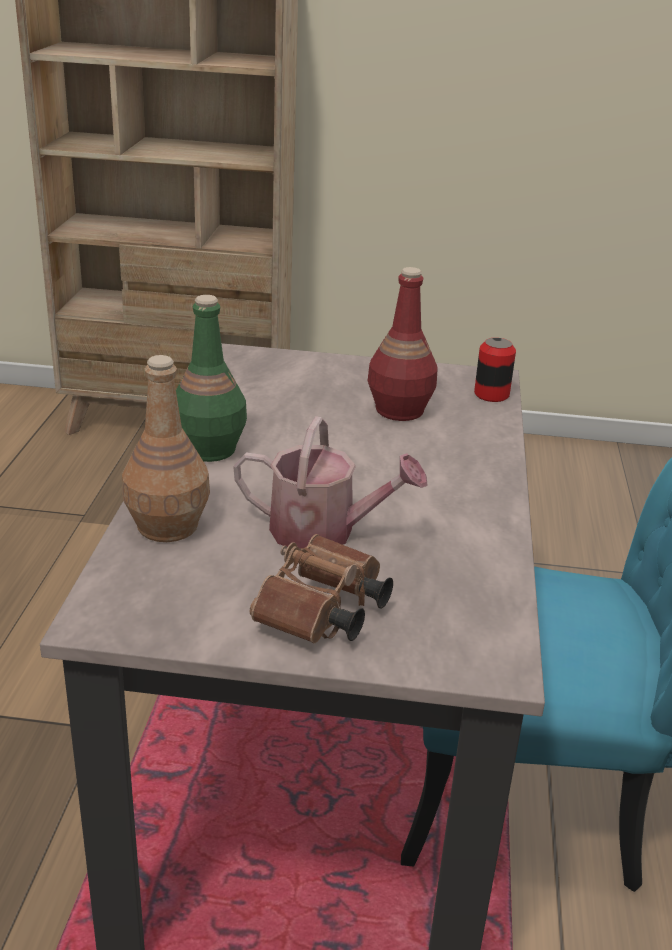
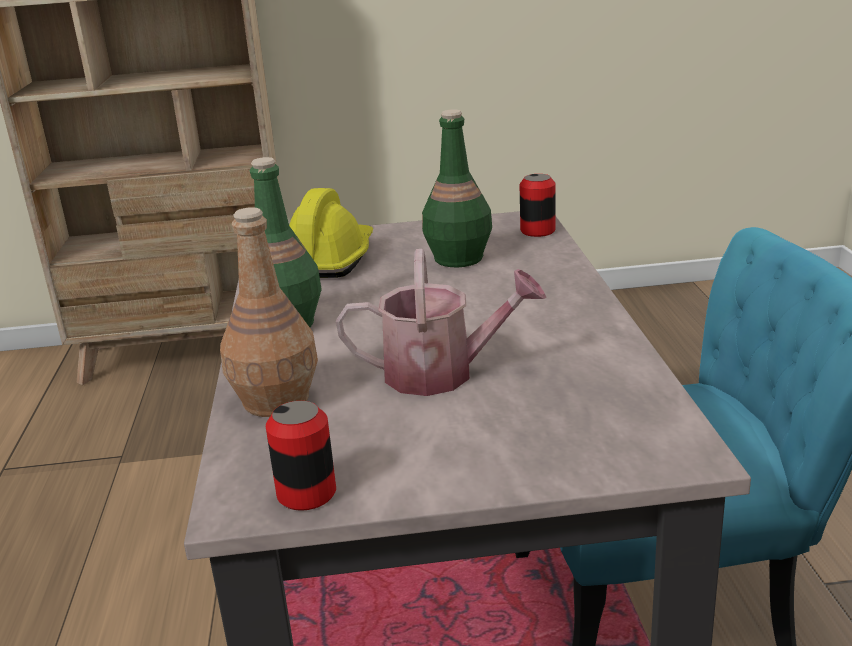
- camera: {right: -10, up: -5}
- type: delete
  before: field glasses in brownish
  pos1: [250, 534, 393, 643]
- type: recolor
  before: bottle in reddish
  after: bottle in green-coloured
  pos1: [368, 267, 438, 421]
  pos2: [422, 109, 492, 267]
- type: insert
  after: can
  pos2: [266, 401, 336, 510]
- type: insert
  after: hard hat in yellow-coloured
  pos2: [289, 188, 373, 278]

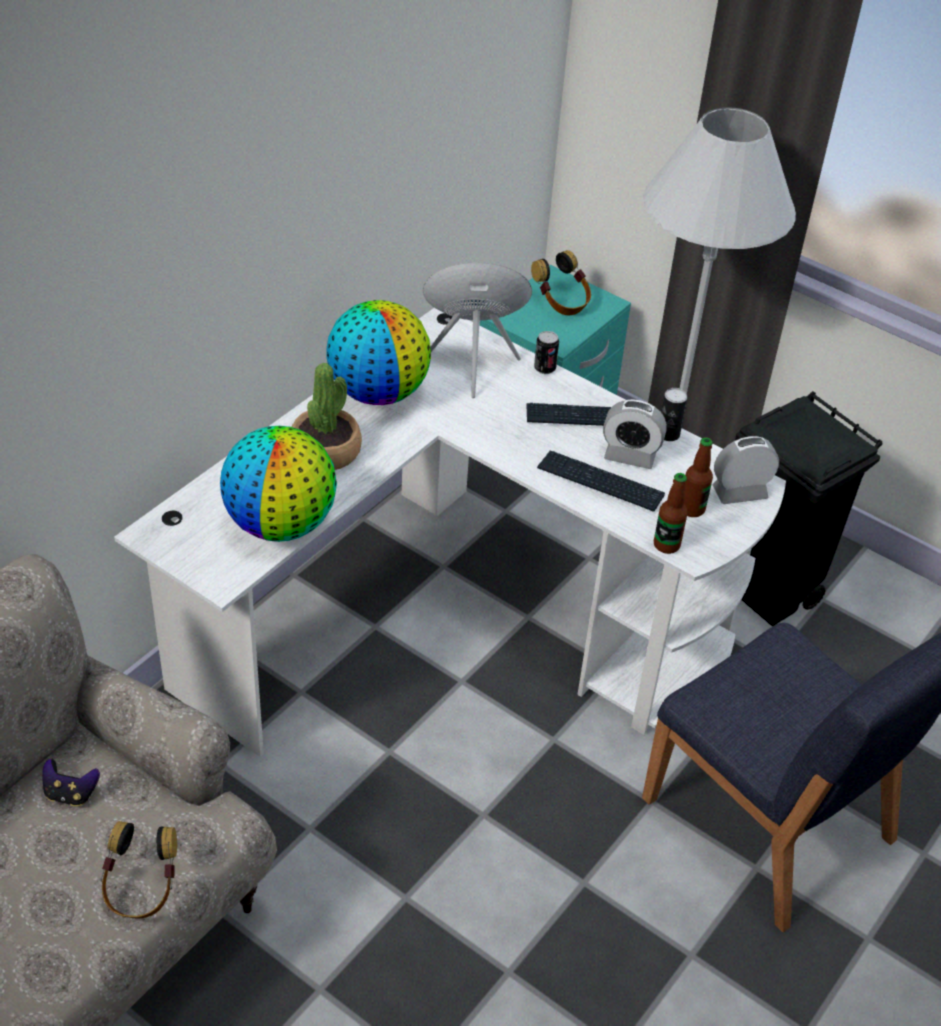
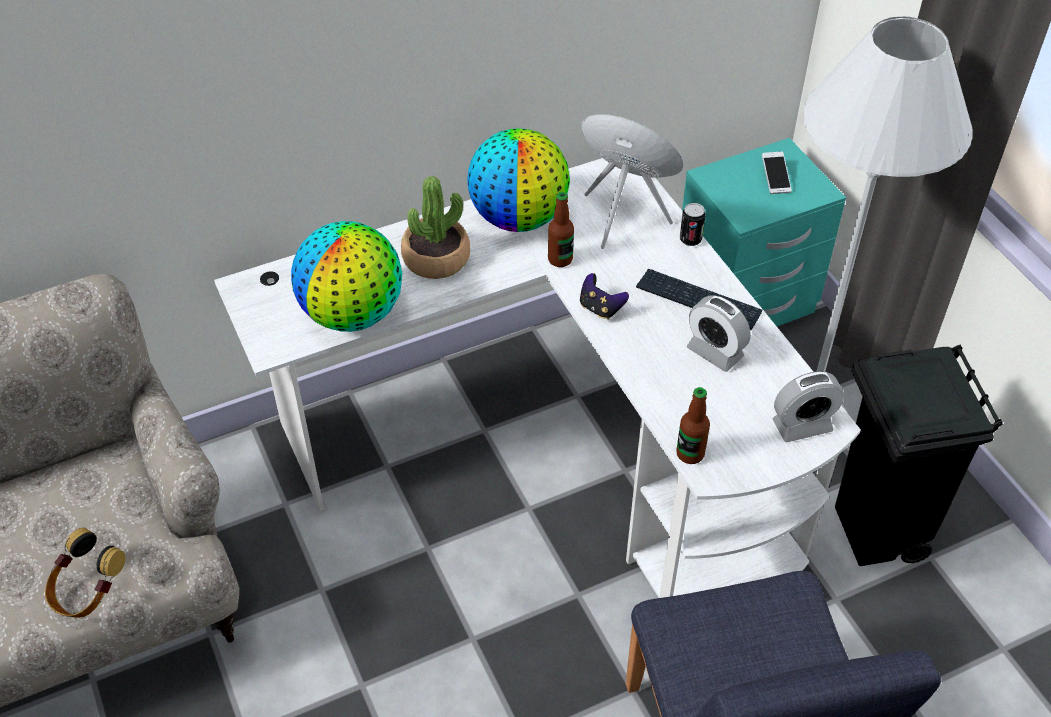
- camera: {right: 30, up: 5}
- type: move
  before: game controller
  pos1: [42, 759, 100, 806]
  pos2: [580, 273, 629, 319]
- type: replace
  before: headset
  after: phone
  pos1: [531, 250, 591, 315]
  pos2: [762, 151, 792, 194]
- type: delete
  before: computer keyboard
  pos1: [537, 451, 665, 512]
- type: delete
  before: can
  pos1: [661, 388, 688, 441]
- type: move
  before: bottle
  pos1: [684, 437, 713, 517]
  pos2: [548, 192, 574, 267]
- type: rotate
  before: table clock
  pos1: [712, 436, 779, 504]
  pos2: [773, 371, 844, 442]
  turn: 150

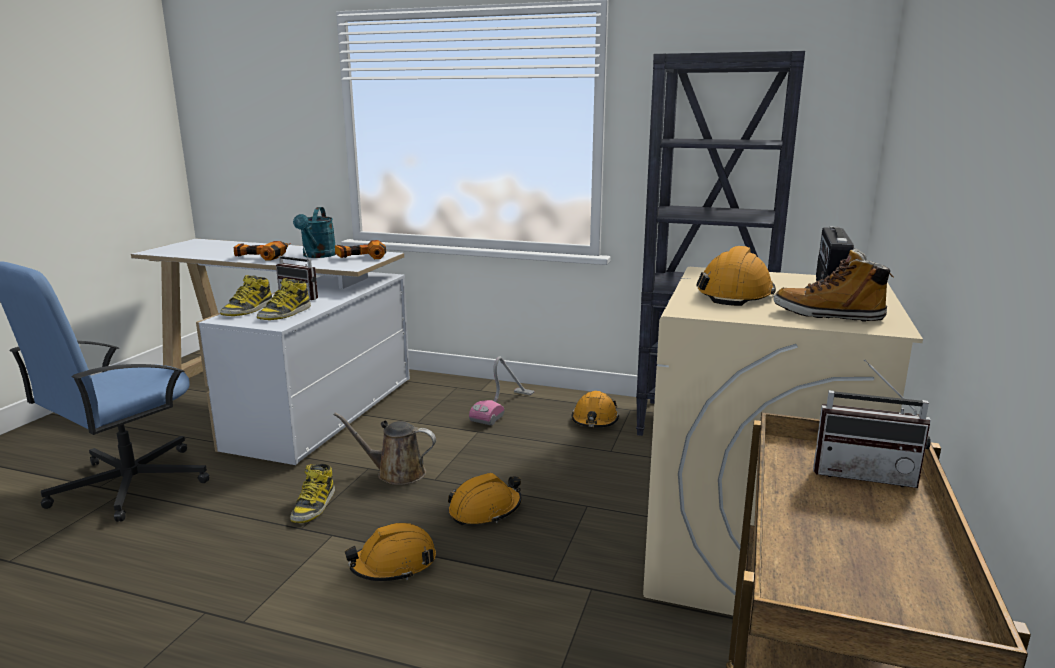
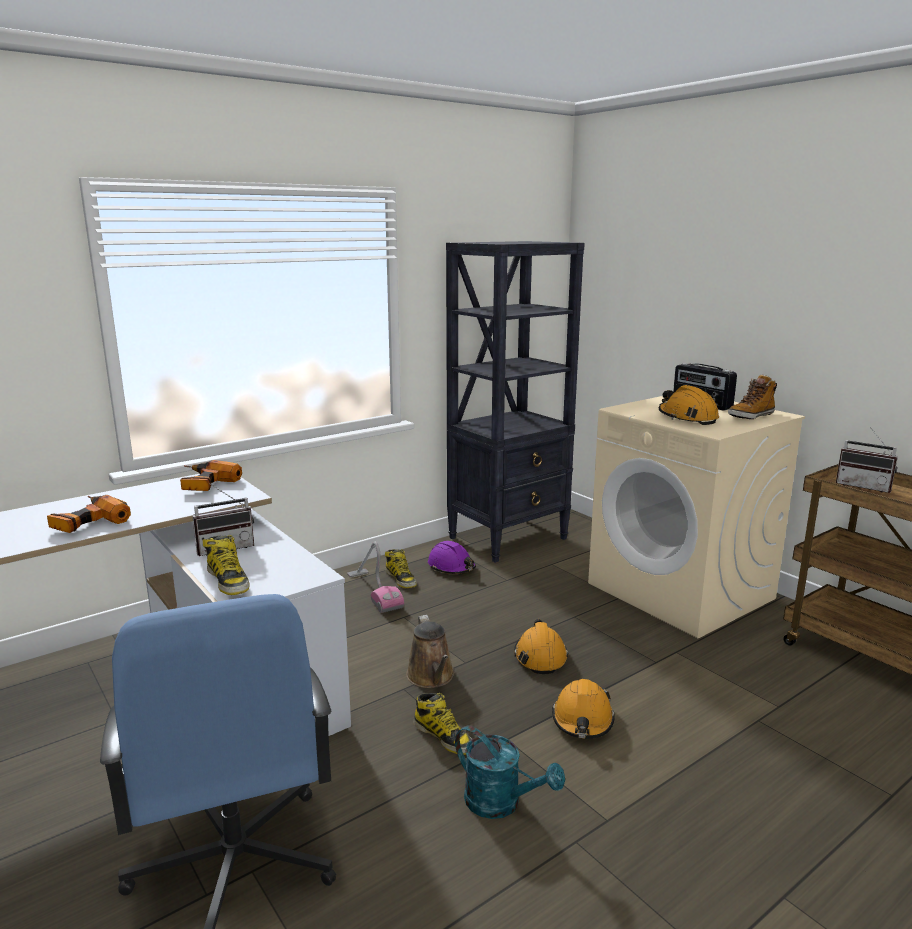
- camera: {right: -55, up: 0}
- type: move
  before: boot
  pos1: [257, 278, 311, 320]
  pos2: [385, 549, 417, 588]
- type: move
  before: sprinkling can in turquoise-coloured
  pos1: [293, 207, 336, 258]
  pos2: [455, 725, 565, 819]
- type: rotate
  before: sprinkling can in brownish
  pos1: [334, 413, 436, 485]
  pos2: [406, 615, 454, 688]
  turn: -60
- type: recolor
  before: hard hat in orangey
  after: hard hat in purple-coloured
  pos1: [572, 391, 619, 427]
  pos2: [428, 541, 476, 574]
- type: rotate
  before: radio set
  pos1: [813, 360, 931, 488]
  pos2: [836, 427, 898, 493]
  turn: 75

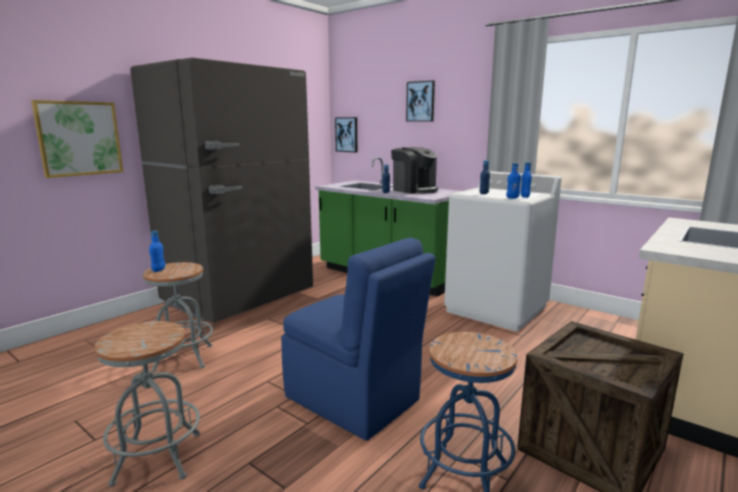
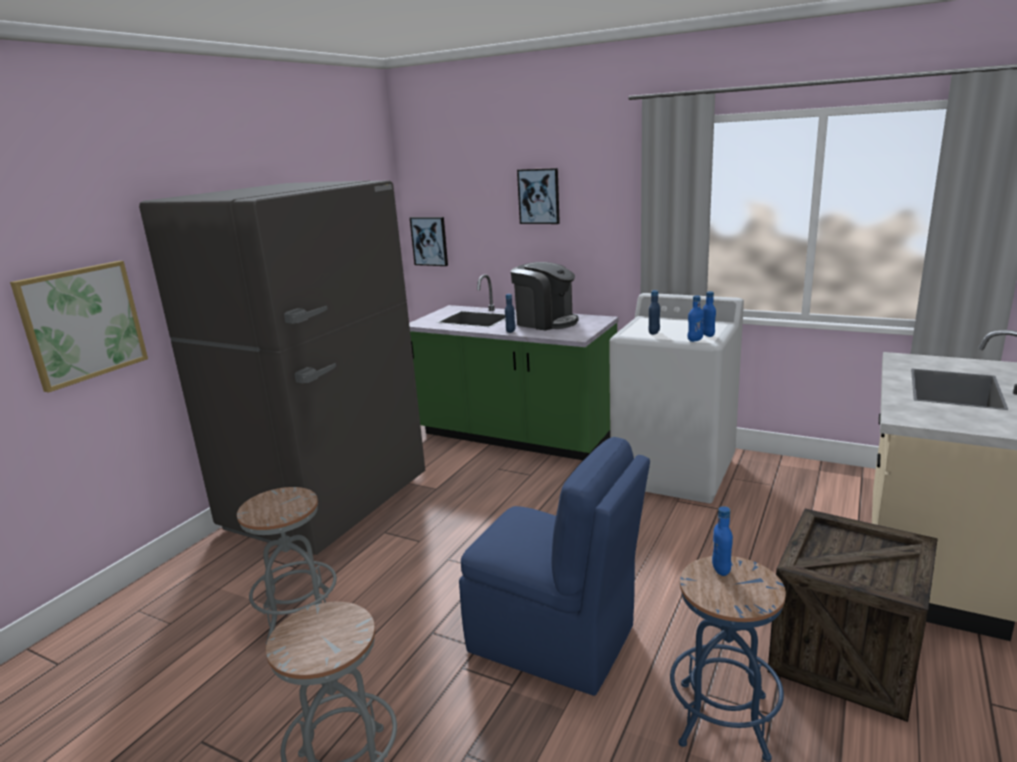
- camera: {right: -10, up: 5}
- type: move
  before: bottle in blue
  pos1: [149, 231, 165, 272]
  pos2: [712, 506, 733, 576]

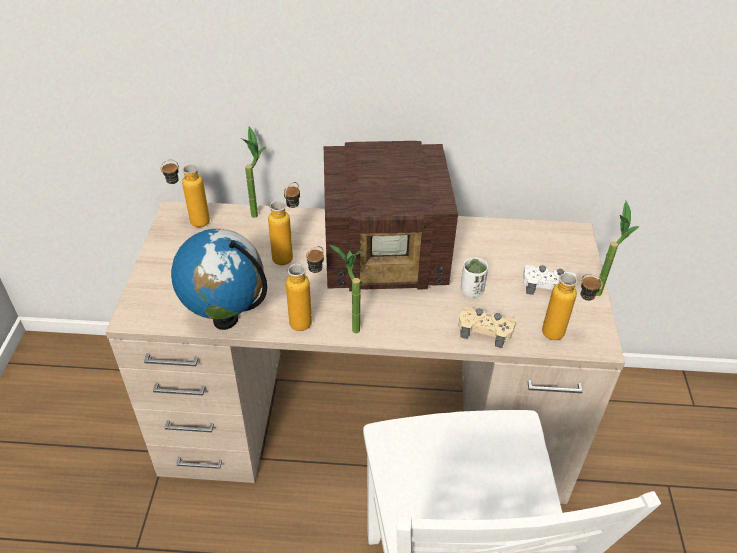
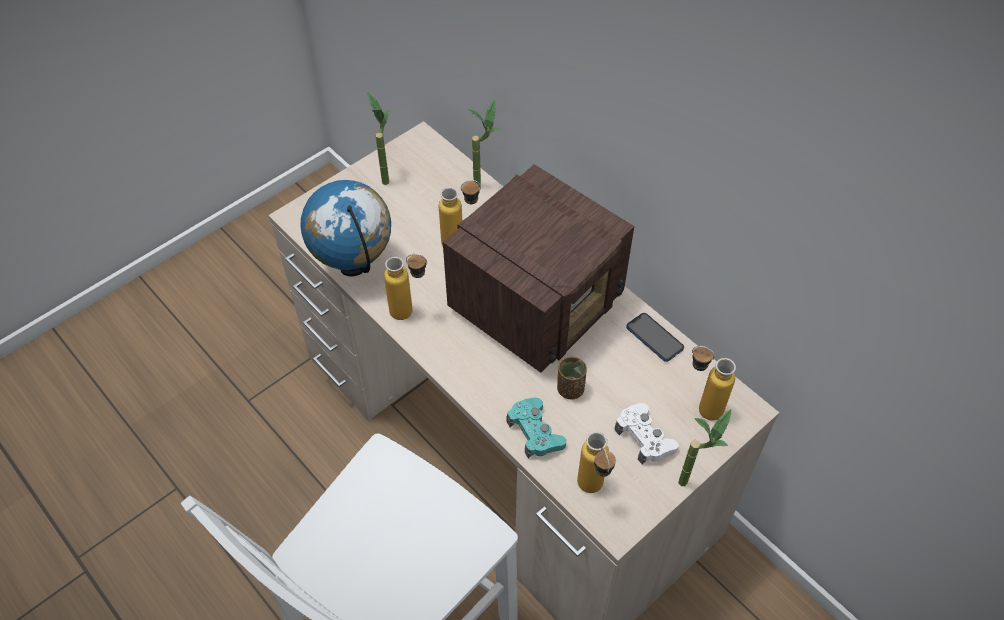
- camera: {right: 45, up: 10}
- type: move
  before: bottle
  pos1: [160, 159, 210, 227]
  pos2: [692, 346, 736, 420]
- type: rotate
  before: radio set
  pos1: [324, 141, 458, 292]
  pos2: [443, 164, 634, 373]
  turn: -90
- type: move
  before: houseplant
  pos1: [330, 245, 361, 334]
  pos2: [367, 92, 391, 185]
- type: recolor
  before: game controller in sand-coloured
  after: game controller in turquoise-coloured
  pos1: [458, 306, 516, 348]
  pos2: [507, 398, 566, 458]
- type: recolor
  before: cup in white
  after: cup in brownish
  pos1: [461, 257, 488, 297]
  pos2: [557, 357, 587, 399]
- type: insert
  after: phone
  pos2: [626, 313, 684, 362]

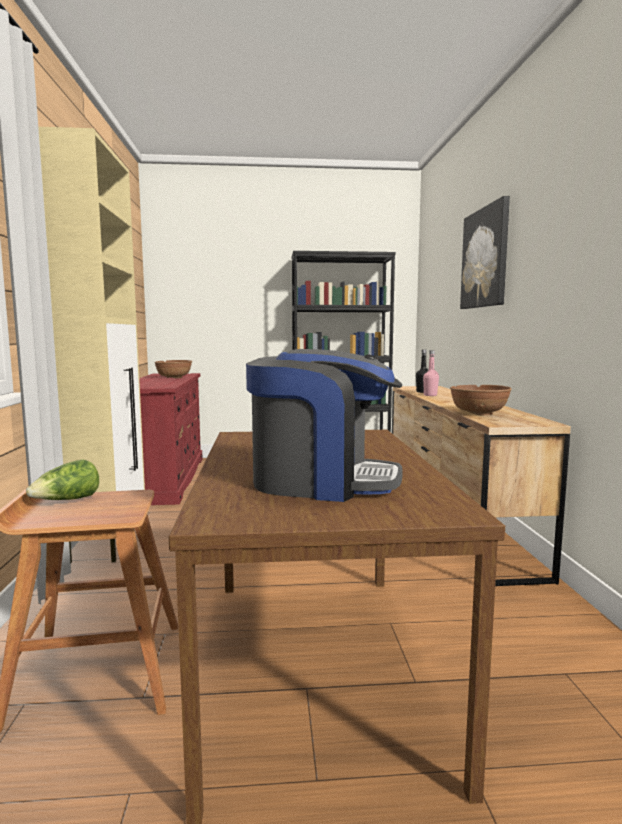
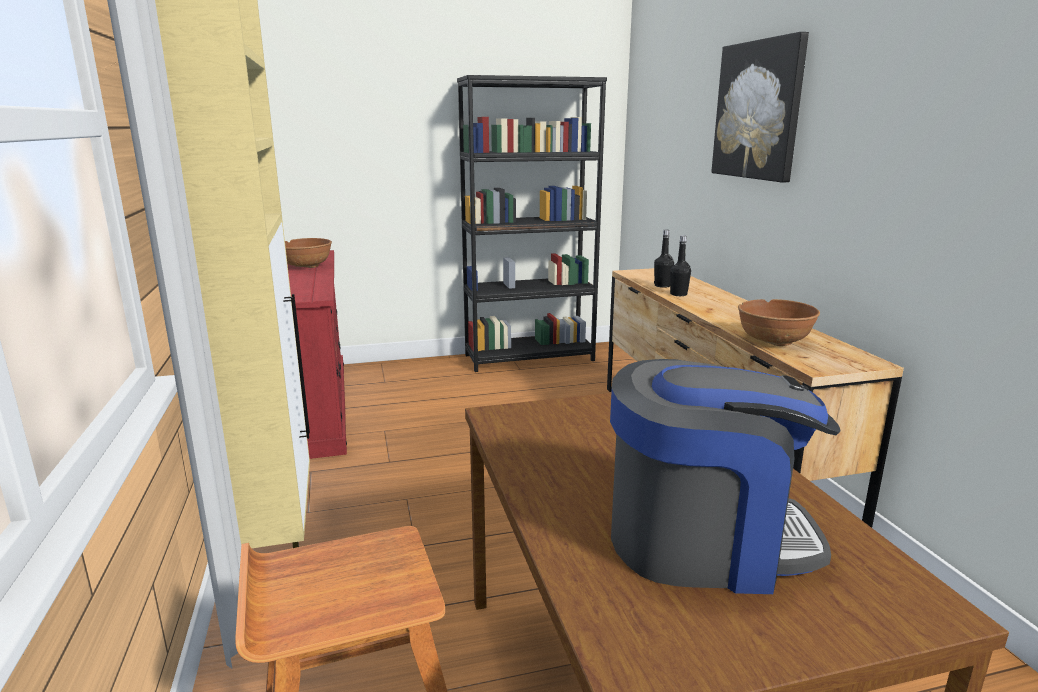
- camera: {right: -10, up: 10}
- type: delete
  before: head of lettuce
  pos1: [26, 459, 99, 500]
- type: recolor
  before: bottle in pink
  after: bottle in black
  pos1: [423, 350, 439, 396]
  pos2: [670, 235, 691, 296]

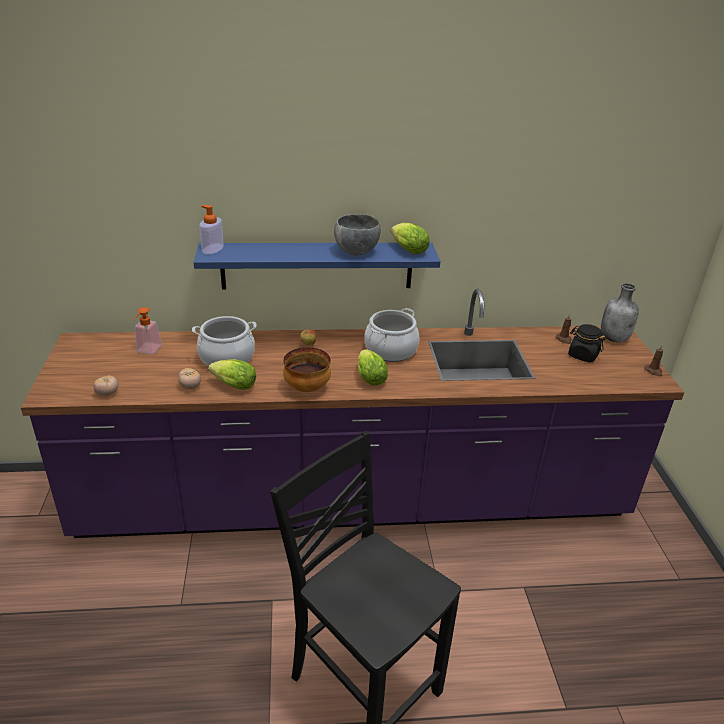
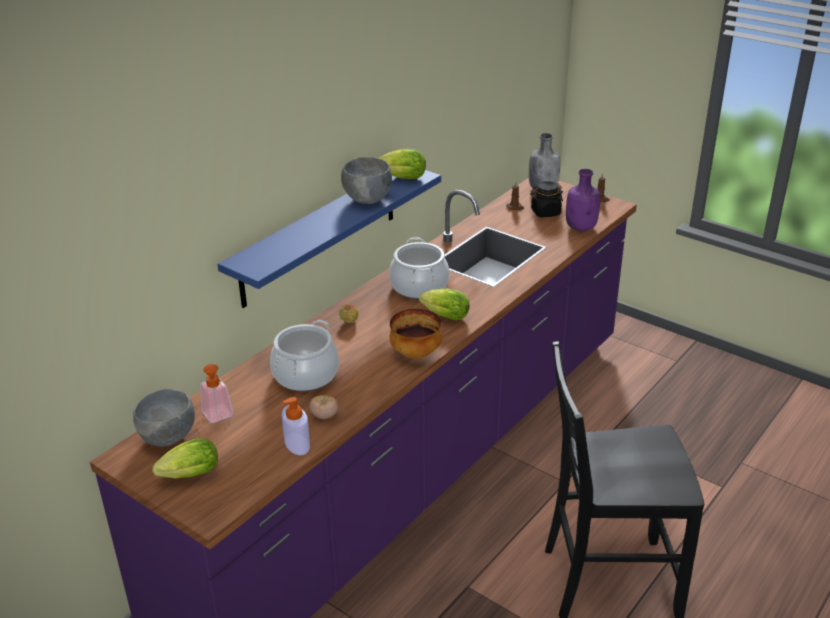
- camera: {right: -45, up: 0}
- type: delete
  before: whole tomato
  pos1: [93, 376, 118, 396]
- type: move
  before: liquid soap bottle
  pos1: [199, 205, 224, 254]
  pos2: [282, 397, 310, 455]
- type: move
  before: head of lettuce
  pos1: [208, 359, 256, 390]
  pos2: [152, 438, 218, 478]
- type: insert
  after: serving bowl in greyish
  pos2: [133, 389, 195, 446]
- type: insert
  after: bottle in purple-coloured
  pos2: [566, 169, 600, 231]

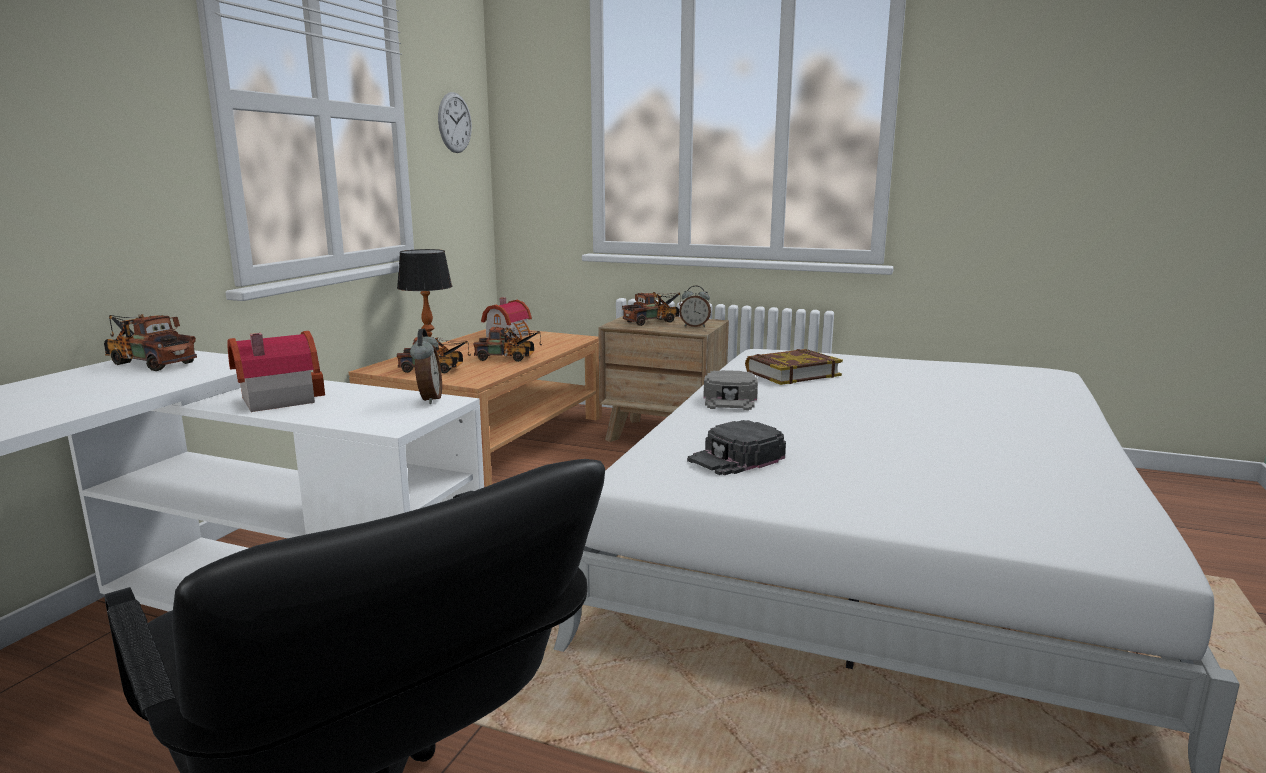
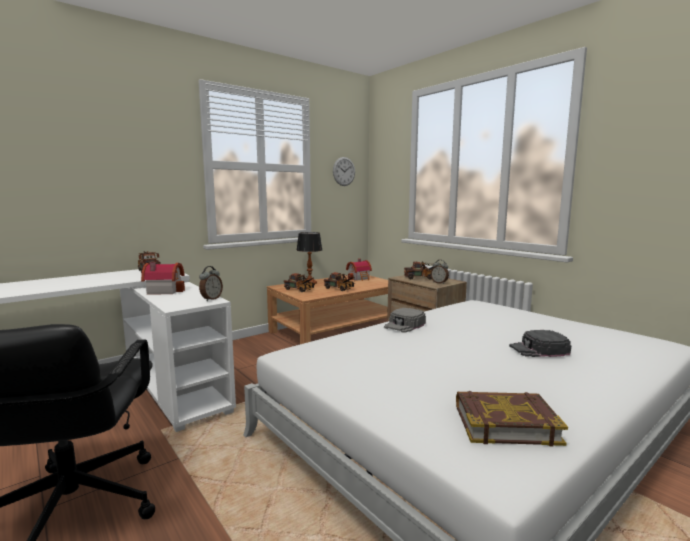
- camera: {right: 30, up: -5}
- type: move
  before: peaked cap in black
  pos1: [687, 420, 786, 475]
  pos2: [509, 330, 571, 357]
- type: move
  before: bound book
  pos1: [745, 349, 843, 385]
  pos2: [456, 391, 568, 446]

